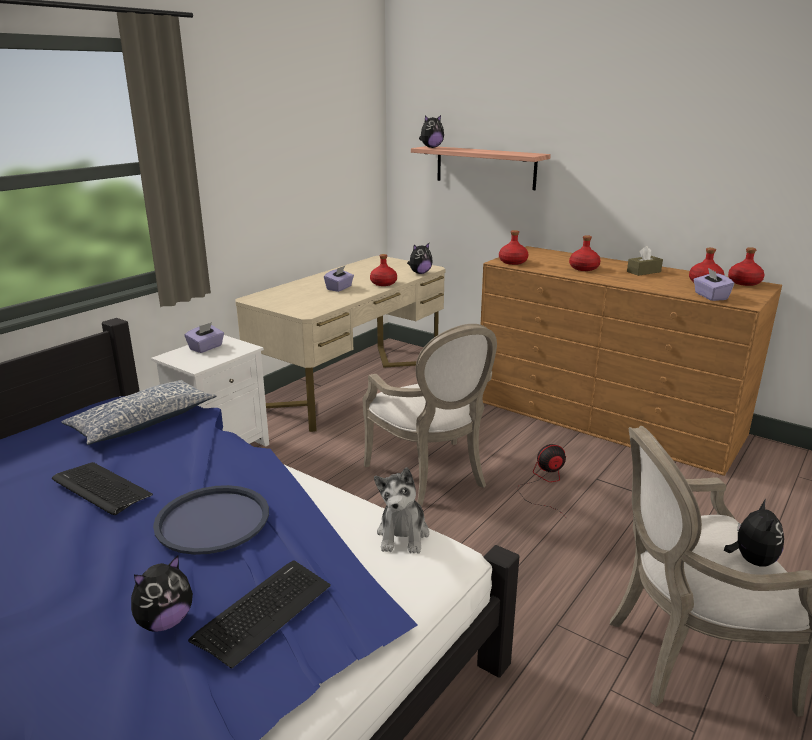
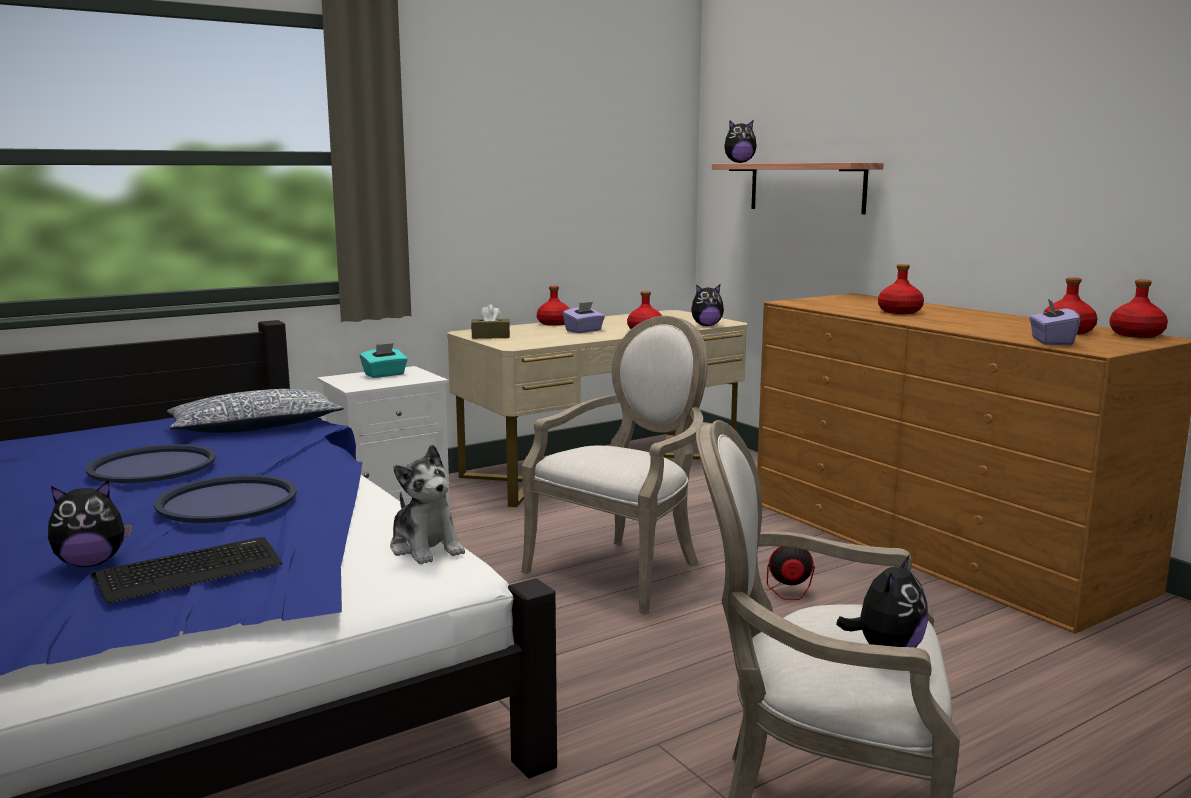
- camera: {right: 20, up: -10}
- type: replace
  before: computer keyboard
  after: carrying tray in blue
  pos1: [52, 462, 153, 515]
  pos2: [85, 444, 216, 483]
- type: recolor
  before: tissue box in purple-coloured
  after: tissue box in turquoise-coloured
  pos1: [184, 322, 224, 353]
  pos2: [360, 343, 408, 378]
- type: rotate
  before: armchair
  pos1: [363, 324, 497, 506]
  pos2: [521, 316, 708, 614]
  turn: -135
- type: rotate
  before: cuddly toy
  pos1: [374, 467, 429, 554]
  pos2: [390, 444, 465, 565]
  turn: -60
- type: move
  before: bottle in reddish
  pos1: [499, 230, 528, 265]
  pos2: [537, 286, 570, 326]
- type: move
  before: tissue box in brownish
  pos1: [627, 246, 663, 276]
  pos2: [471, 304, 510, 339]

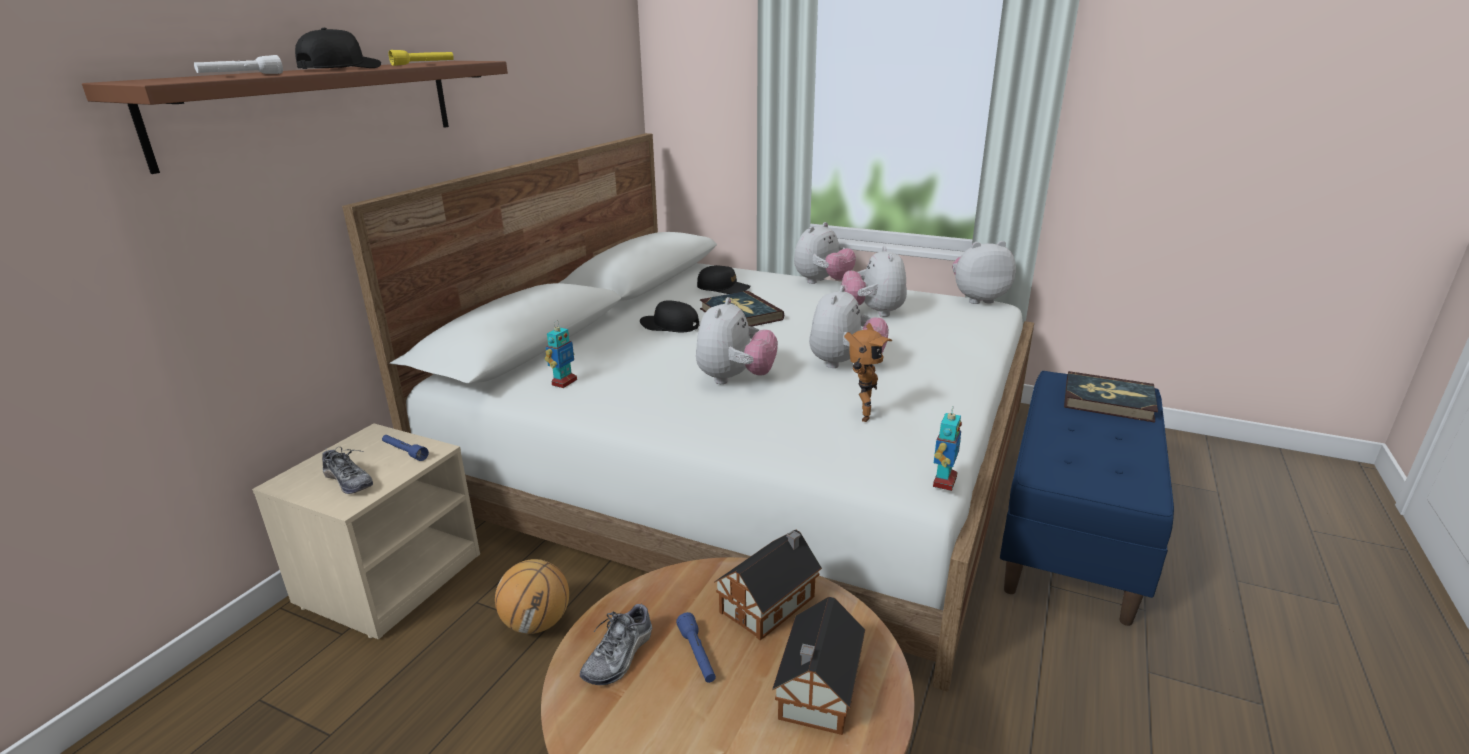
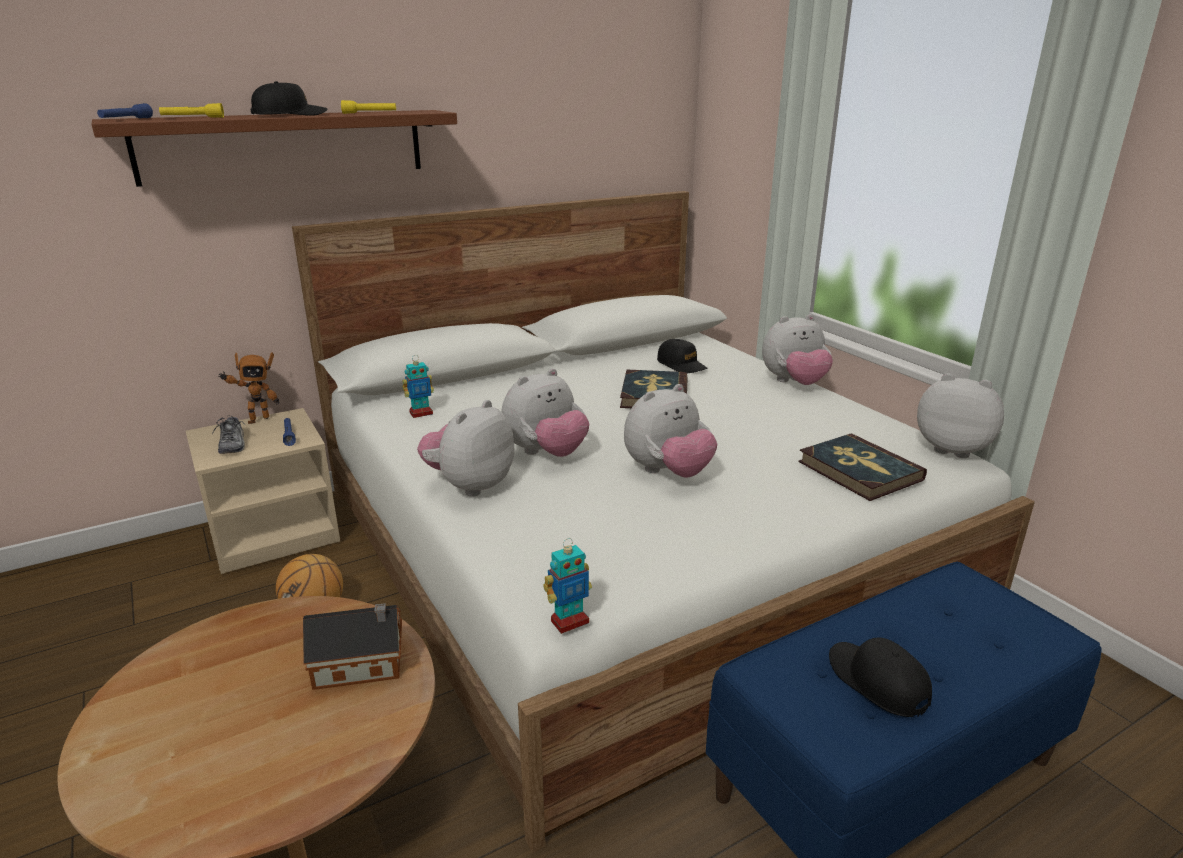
- camera: {right: 35, up: 0}
- type: recolor
  before: hand torch in white
  after: hand torch in yellow-coloured
  pos1: [194, 55, 283, 74]
  pos2: [159, 103, 224, 118]
- type: delete
  before: low shoe
  pos1: [580, 601, 652, 685]
- type: move
  before: peaked cap in black
  pos1: [640, 300, 699, 332]
  pos2: [829, 637, 932, 717]
- type: move
  before: hand torch in blue
  pos1: [676, 612, 716, 683]
  pos2: [97, 103, 153, 118]
- type: delete
  before: model house
  pos1: [772, 597, 865, 735]
- type: move
  before: cuddly toy
  pos1: [841, 246, 907, 317]
  pos2: [417, 400, 514, 497]
- type: move
  before: toy robot
  pos1: [844, 323, 893, 422]
  pos2: [218, 352, 279, 424]
- type: move
  before: bound book
  pos1: [1064, 371, 1158, 423]
  pos2: [798, 433, 927, 501]

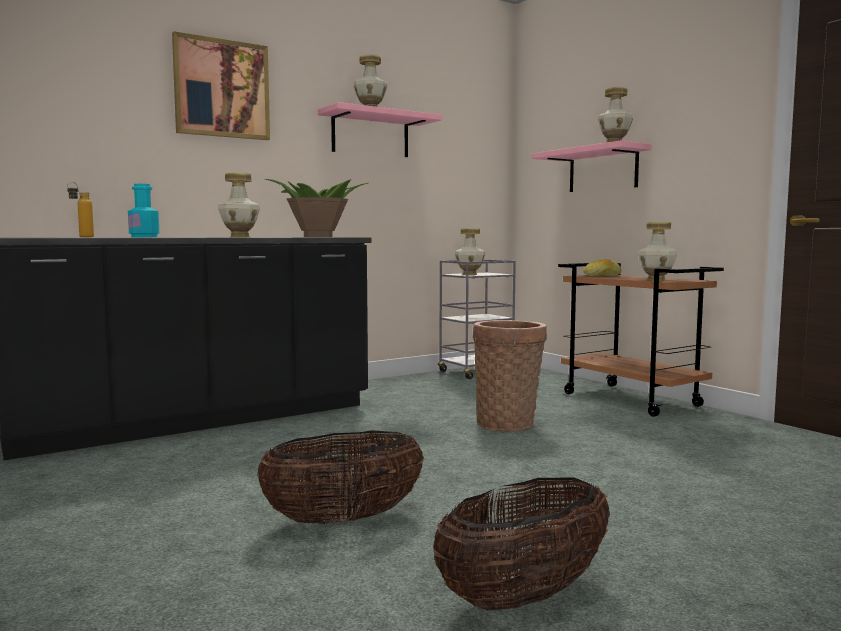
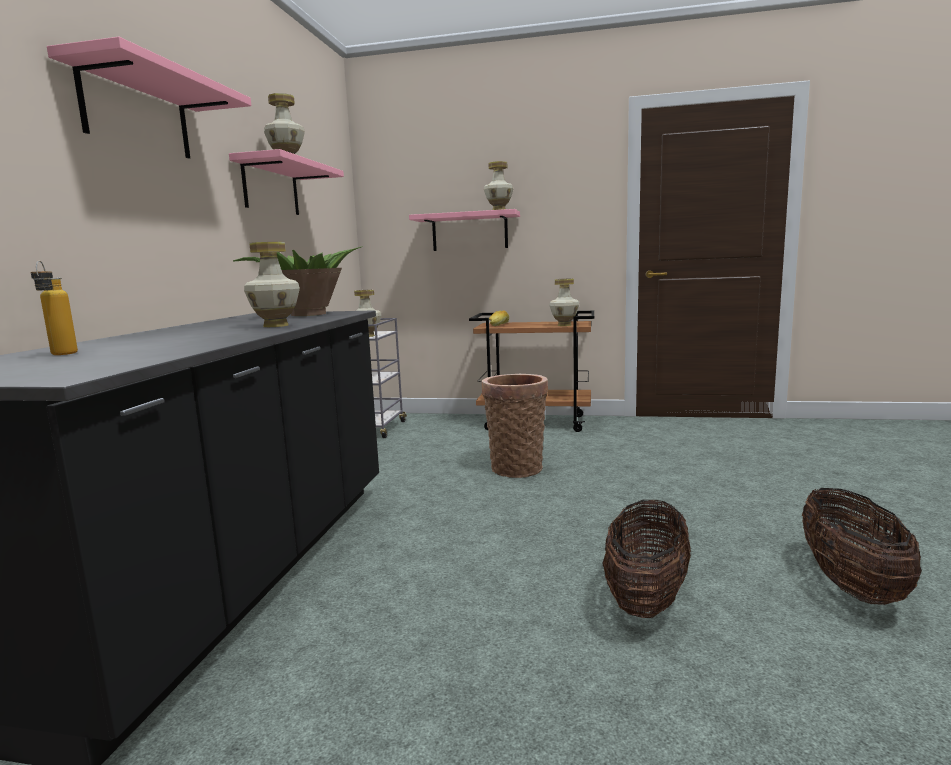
- camera: {right: -45, up: 5}
- type: delete
  before: bottle in turquoise-coloured
  pos1: [128, 184, 159, 237]
- type: replace
  before: wall art
  after: bracket shelf in pink
  pos1: [172, 31, 270, 140]
  pos2: [47, 37, 252, 158]

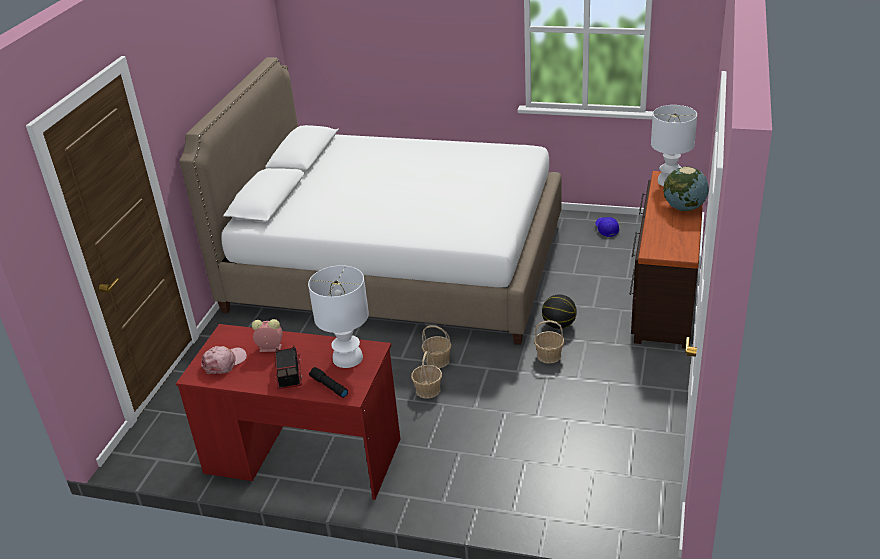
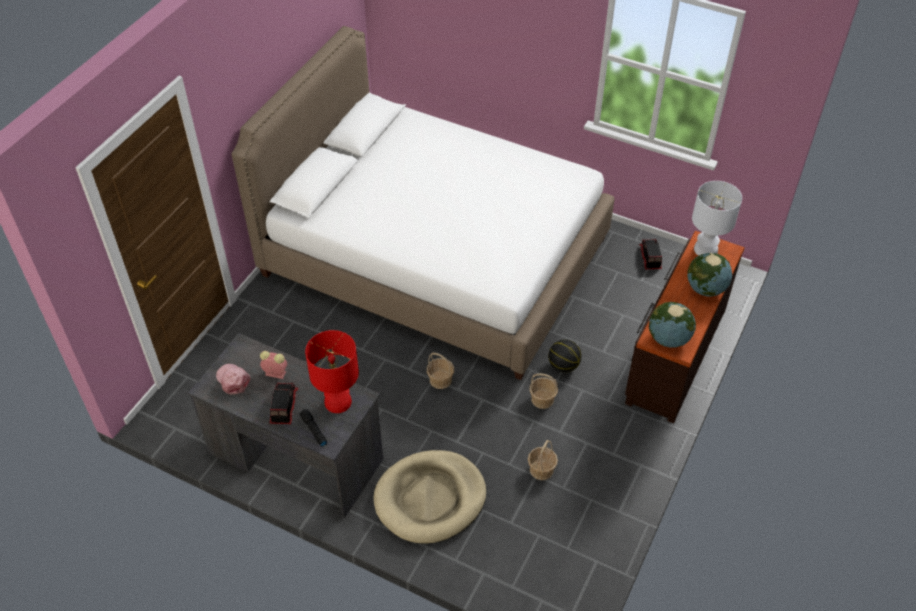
- camera: {right: 10, up: 15}
- type: recolor
  before: desk unit in reddish
  after: desk unit in greyish
  pos1: [176, 324, 400, 500]
  pos2: [188, 333, 383, 518]
- type: rotate
  before: peaked cap in pink
  pos1: [201, 346, 247, 374]
  pos2: [216, 364, 251, 394]
  turn: -90
- type: recolor
  before: lamp for a table in white
  after: lamp for a table in reddish
  pos1: [308, 265, 369, 368]
  pos2: [305, 330, 359, 413]
- type: move
  before: storage basket
  pos1: [411, 351, 442, 399]
  pos2: [528, 440, 558, 480]
- type: replace
  before: peaked cap in blue
  after: toy truck
  pos1: [595, 217, 619, 237]
  pos2: [639, 238, 662, 269]
- type: insert
  after: dog bed in sand-coloured
  pos2: [374, 450, 486, 544]
- type: insert
  after: desk globe
  pos2: [649, 302, 696, 348]

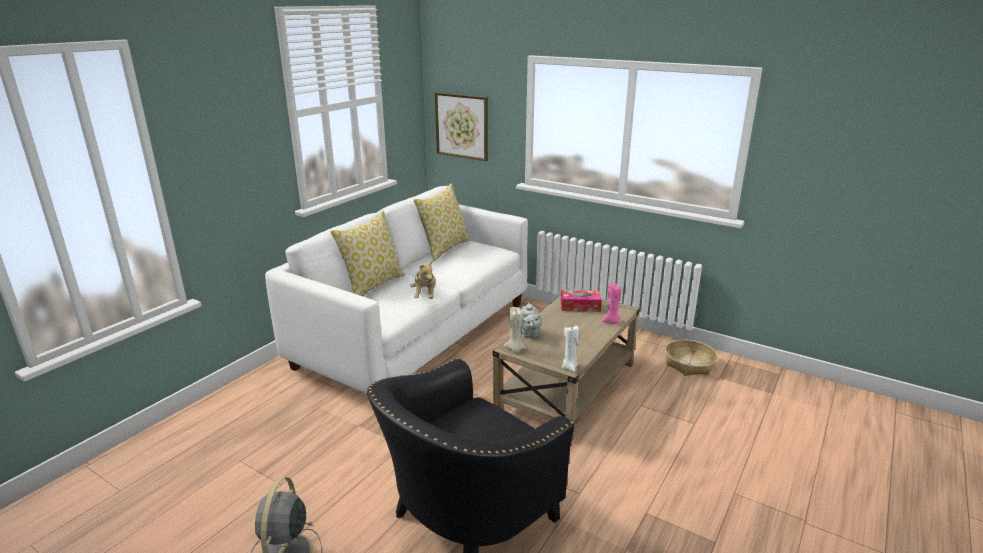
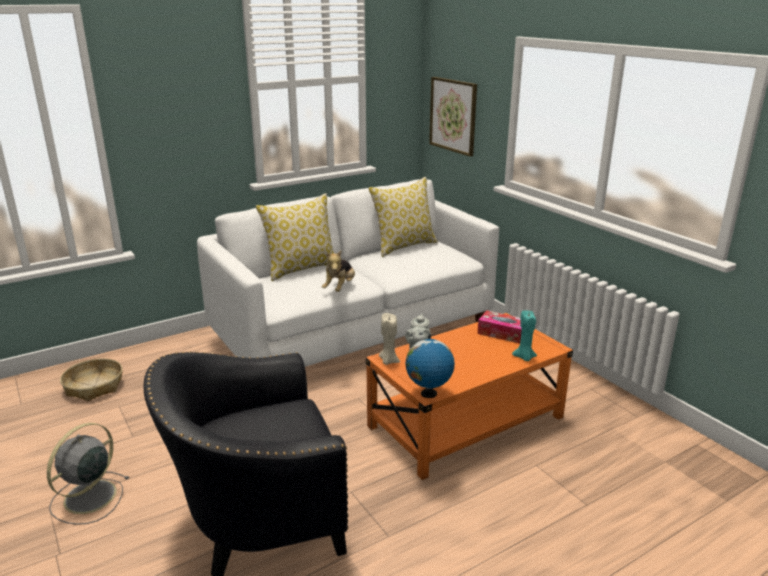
- camera: {right: 25, up: 0}
- type: recolor
  before: coffee table in sand-coloured
  after: coffee table in orangey
  pos1: [493, 295, 639, 441]
  pos2: [366, 313, 573, 480]
- type: replace
  before: candle in white
  after: desk globe
  pos1: [562, 326, 579, 372]
  pos2: [406, 335, 455, 398]
- type: recolor
  before: candle in pink
  after: candle in turquoise-coloured
  pos1: [603, 283, 621, 324]
  pos2: [512, 310, 537, 361]
- type: move
  before: storage basket
  pos1: [665, 340, 718, 376]
  pos2: [60, 358, 123, 401]

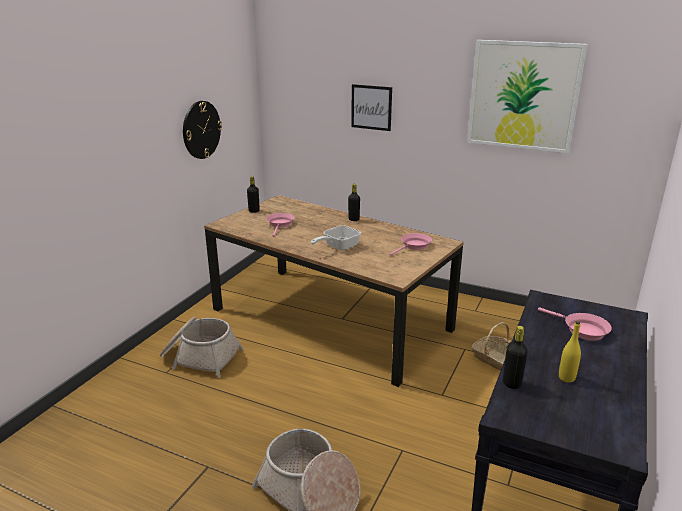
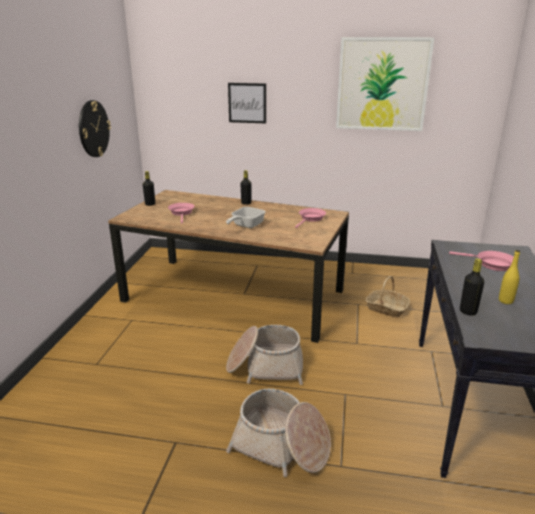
- camera: {right: -15, up: 0}
- type: move
  before: storage basket
  pos1: [160, 317, 243, 378]
  pos2: [226, 325, 303, 385]

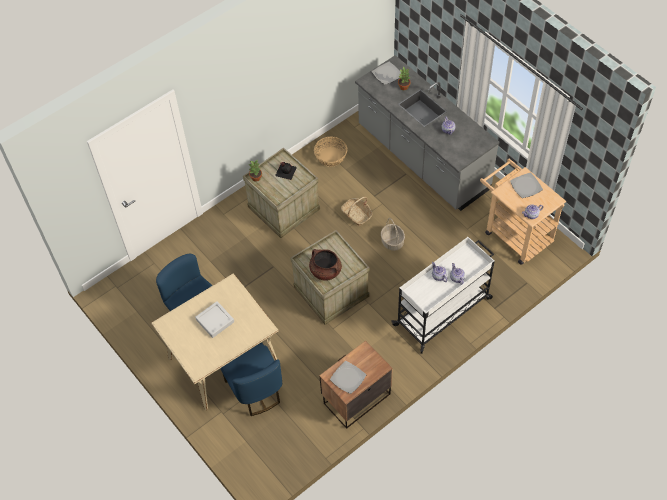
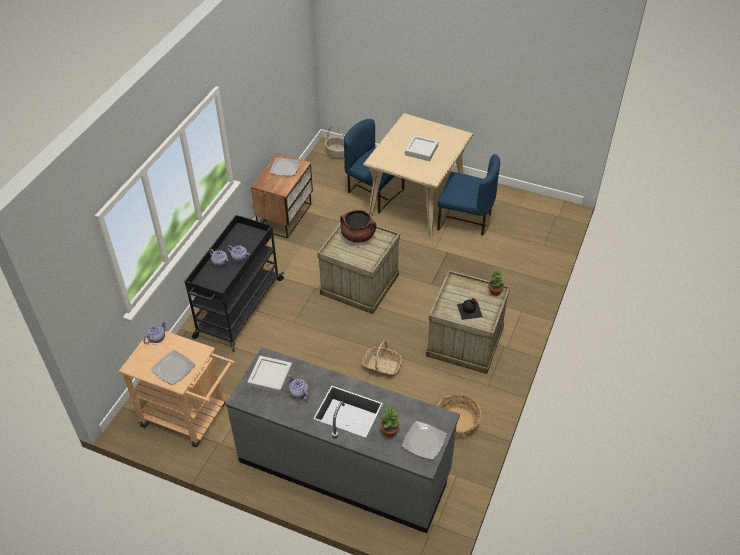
- camera: {right: 150, up: -10}
- type: move
  before: storage basket
  pos1: [381, 218, 405, 251]
  pos2: [325, 126, 344, 159]
- type: recolor
  before: trolley in white
  after: trolley in black
  pos1: [391, 237, 495, 354]
  pos2: [185, 215, 285, 352]
- type: insert
  after: carrying tray in greyish
  pos2: [247, 356, 292, 394]

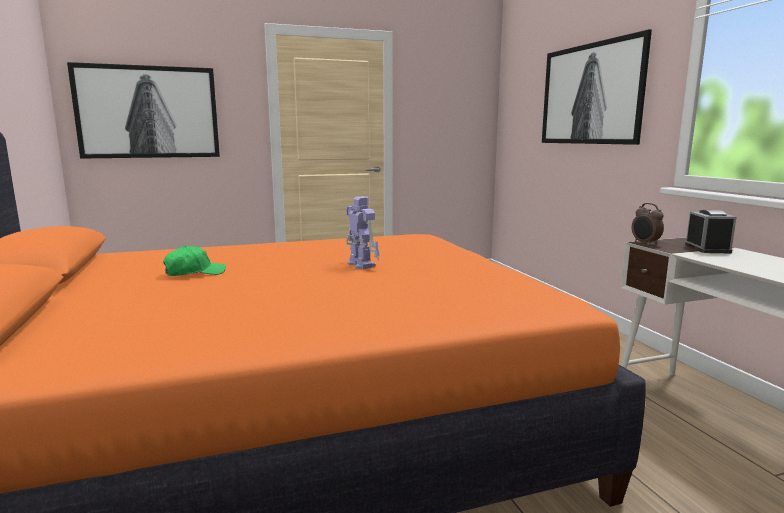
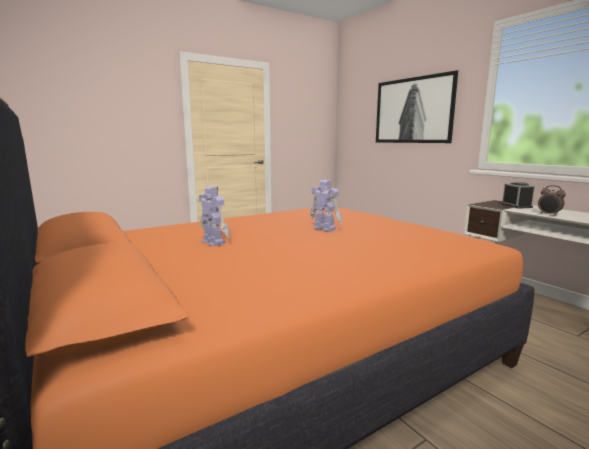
- camera: {right: -15, up: 0}
- type: delete
  before: wall art
  pos1: [67, 62, 220, 159]
- type: replace
  before: peaked cap in green-coloured
  after: toy robot
  pos1: [163, 246, 226, 276]
  pos2: [199, 186, 229, 246]
- type: move
  before: table clock
  pos1: [632, 203, 664, 246]
  pos2: [538, 185, 566, 216]

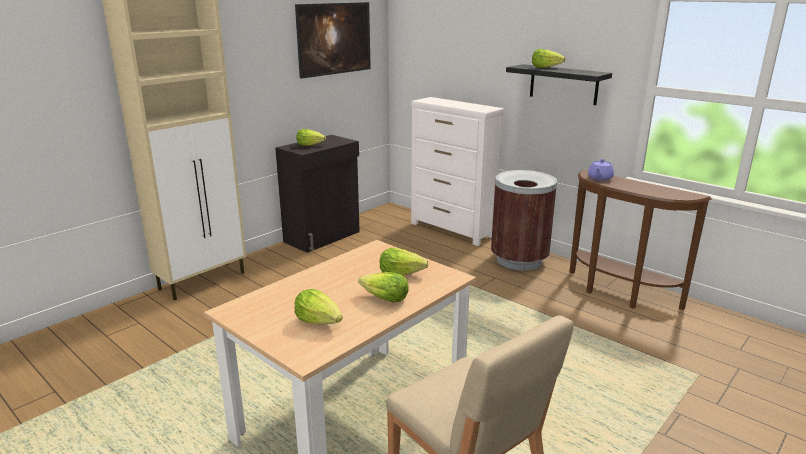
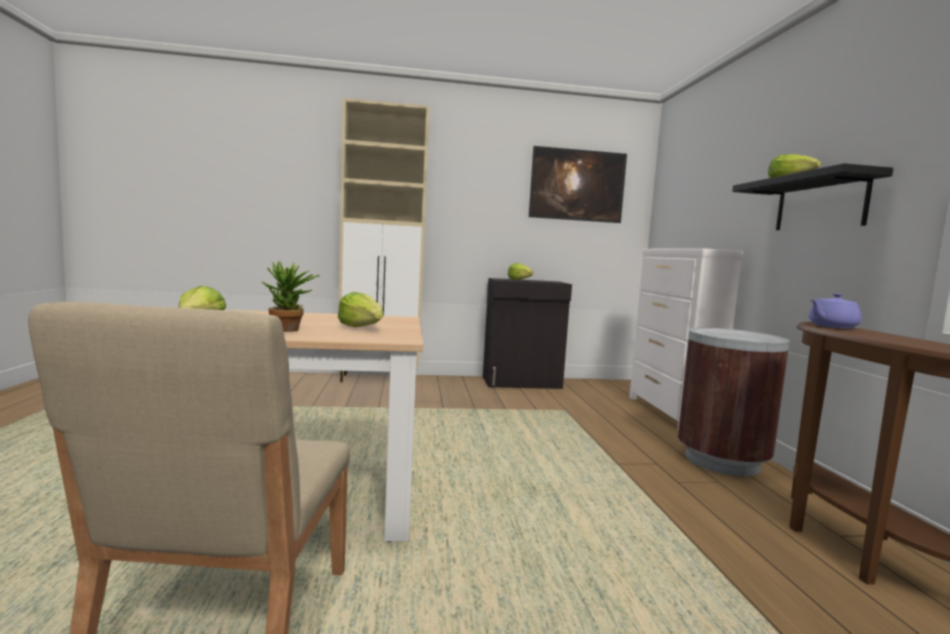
- camera: {right: 40, up: -15}
- type: replace
  before: head of lettuce
  after: houseplant
  pos1: [358, 272, 409, 302]
  pos2: [262, 261, 320, 332]

